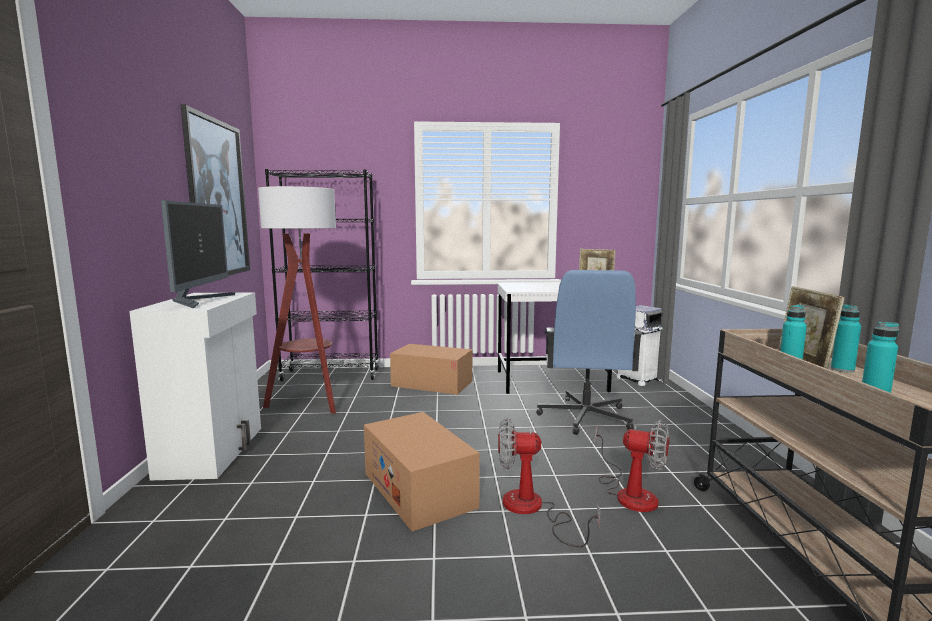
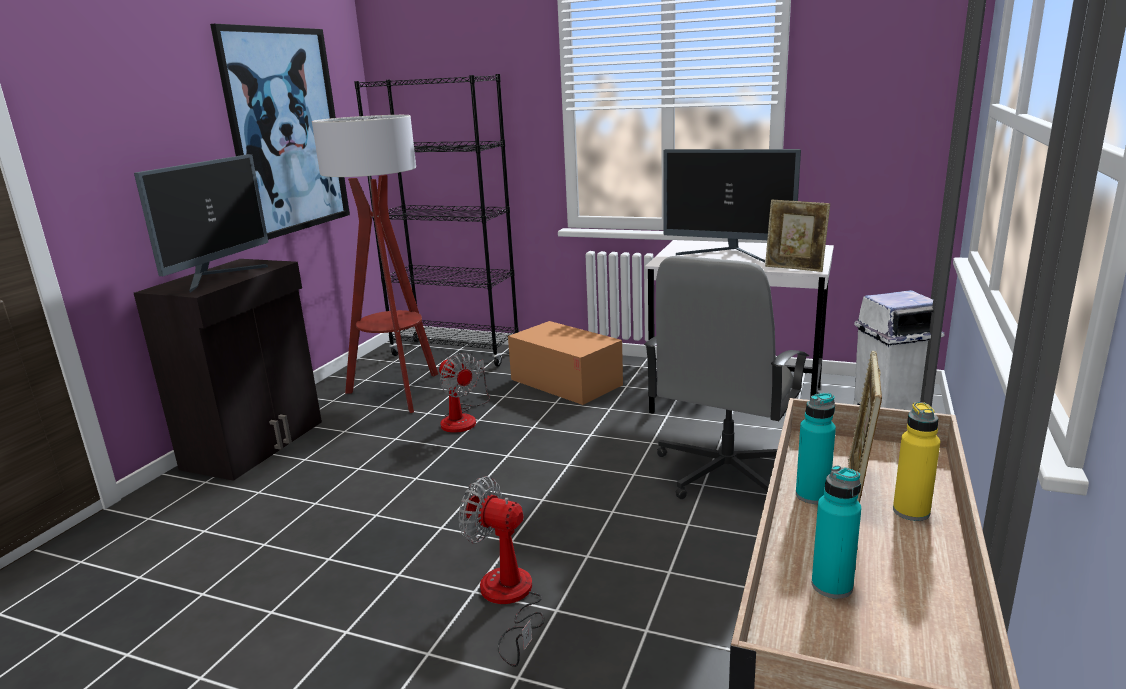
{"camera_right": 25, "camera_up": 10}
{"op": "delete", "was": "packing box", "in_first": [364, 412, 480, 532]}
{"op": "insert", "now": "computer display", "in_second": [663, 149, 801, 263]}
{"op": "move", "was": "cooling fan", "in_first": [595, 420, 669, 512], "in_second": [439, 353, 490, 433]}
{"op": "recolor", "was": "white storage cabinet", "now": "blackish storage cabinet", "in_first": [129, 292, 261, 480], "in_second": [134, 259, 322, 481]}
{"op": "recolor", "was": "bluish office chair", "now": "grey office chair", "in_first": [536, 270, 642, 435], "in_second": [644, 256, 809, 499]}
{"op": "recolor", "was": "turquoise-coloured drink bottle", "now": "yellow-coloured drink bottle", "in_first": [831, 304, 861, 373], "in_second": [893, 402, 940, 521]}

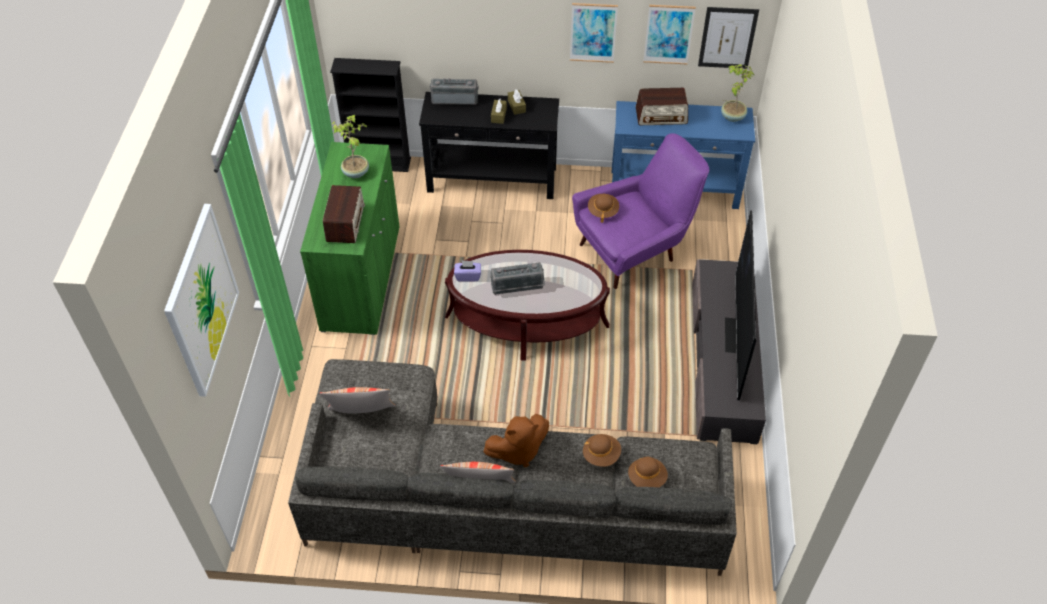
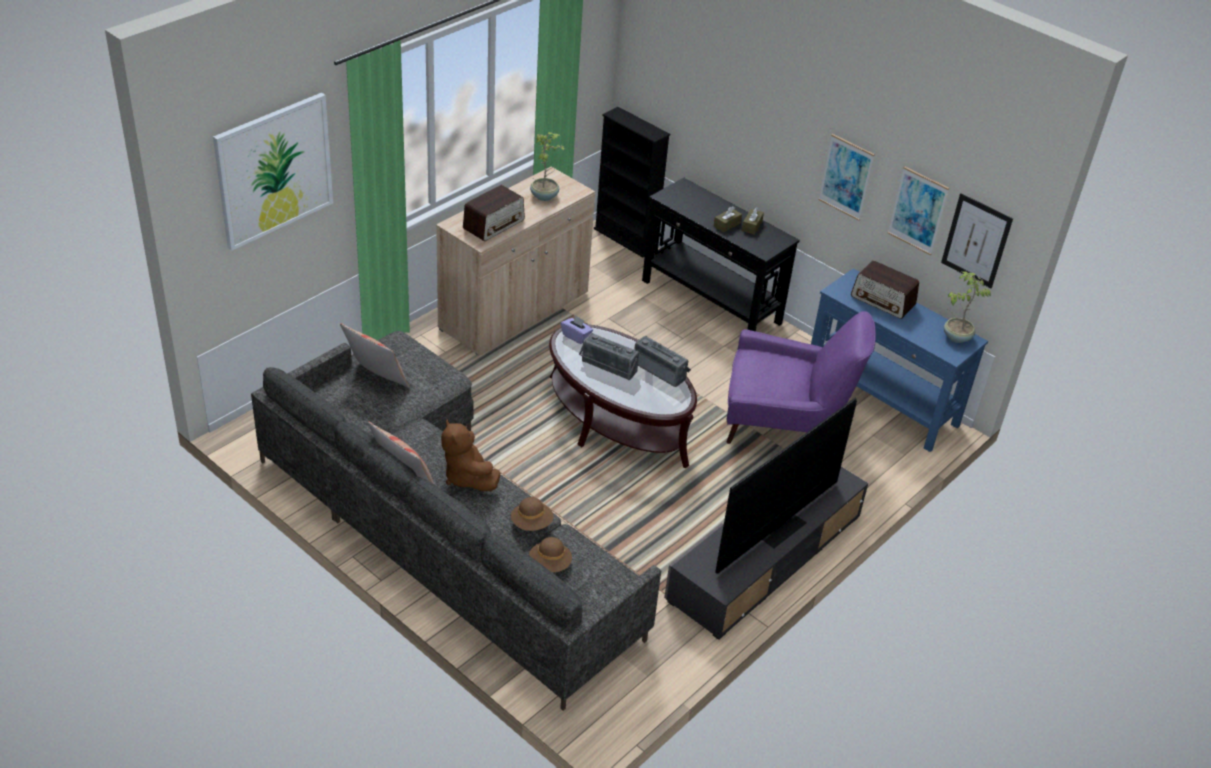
{"camera_right": 35, "camera_up": -10}
{"op": "delete", "was": "brown hat", "in_first": [588, 194, 619, 223]}
{"op": "move", "was": "radio receiver", "in_first": [430, 78, 479, 105], "in_second": [634, 336, 691, 387]}
{"op": "recolor", "was": "green-coloured storage cabinet", "now": "beige storage cabinet", "in_first": [300, 142, 400, 335], "in_second": [436, 167, 595, 356]}
{"op": "rotate", "was": "brown plush toy", "in_first": [483, 414, 549, 467], "in_second": [441, 420, 500, 491], "clockwise": 45}

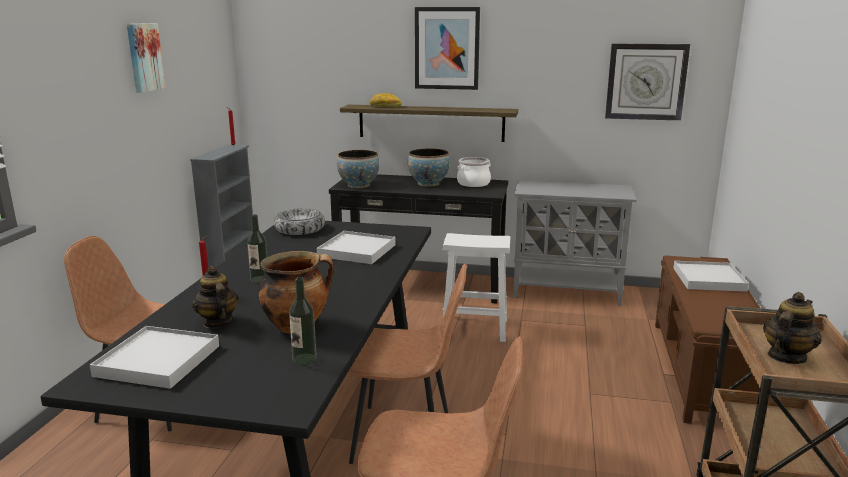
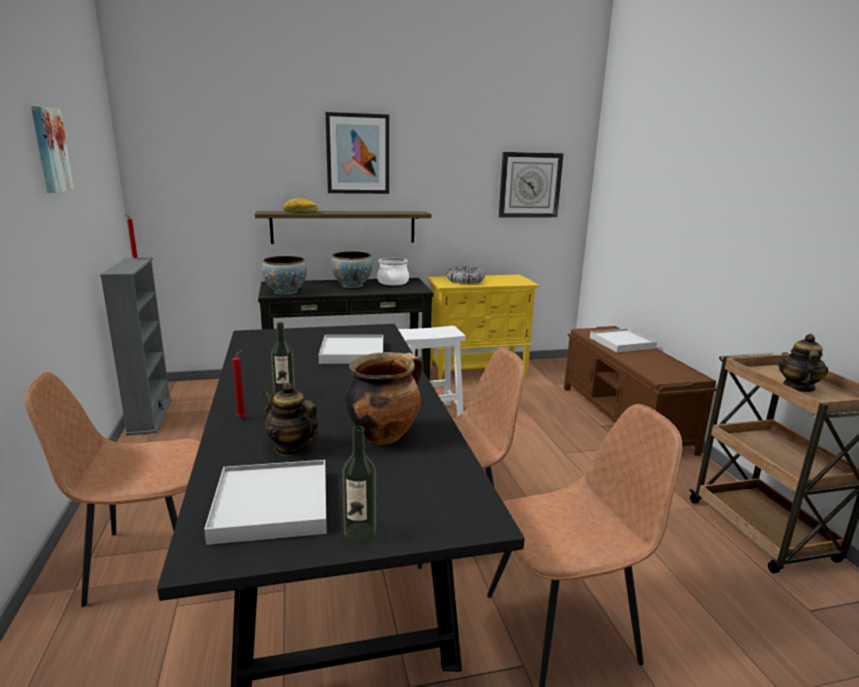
{"camera_right": -25, "camera_up": 0}
{"op": "move", "was": "deep dish", "in_first": [274, 208, 325, 235], "in_second": [446, 266, 485, 284]}
{"op": "move", "was": "drink bottle", "in_first": [289, 277, 317, 365], "in_second": [342, 426, 376, 542]}
{"op": "recolor", "was": "grey storage cabinet", "now": "yellow-coloured storage cabinet", "in_first": [513, 180, 636, 306], "in_second": [427, 275, 539, 380]}

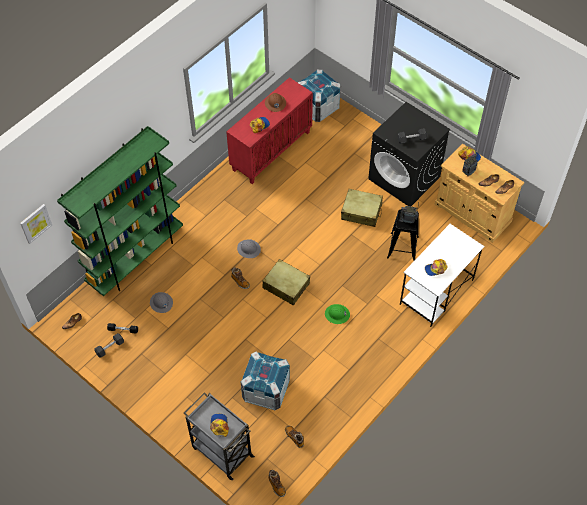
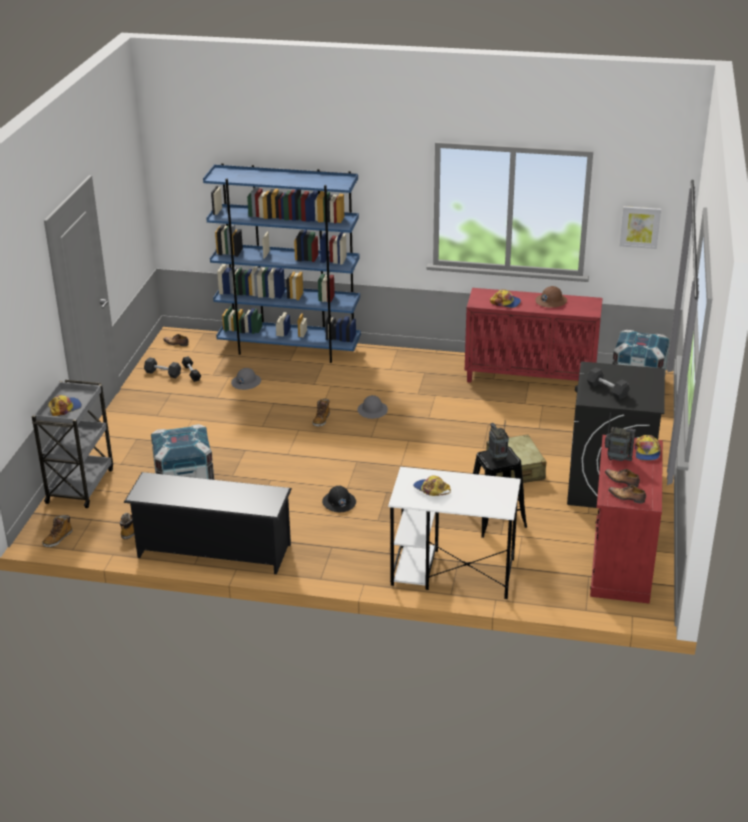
{"camera_right": 60, "camera_up": -25}
{"op": "delete", "was": "beige travel case", "in_first": [262, 259, 310, 306]}
{"op": "insert", "now": "blackish shoe rack", "in_second": [124, 472, 292, 574]}
{"op": "move", "was": "picture", "in_first": [20, 204, 52, 244], "in_second": [620, 206, 661, 249]}
{"op": "recolor", "was": "green-coloured bookshelf", "now": "bluish bookshelf", "in_first": [57, 126, 183, 296], "in_second": [203, 163, 361, 363]}
{"op": "recolor", "was": "green-coloured hard hat", "now": "blackish hard hat", "in_first": [325, 304, 350, 324], "in_second": [322, 486, 356, 512]}
{"op": "recolor", "was": "beige storage cabinet", "now": "reddish storage cabinet", "in_first": [434, 144, 525, 243], "in_second": [590, 435, 663, 603]}

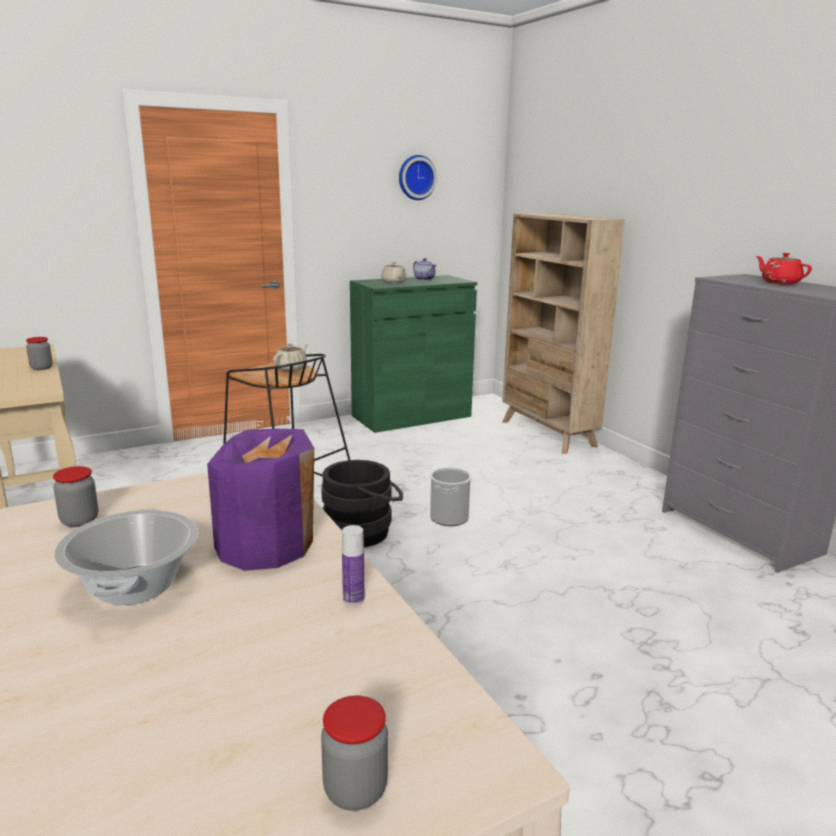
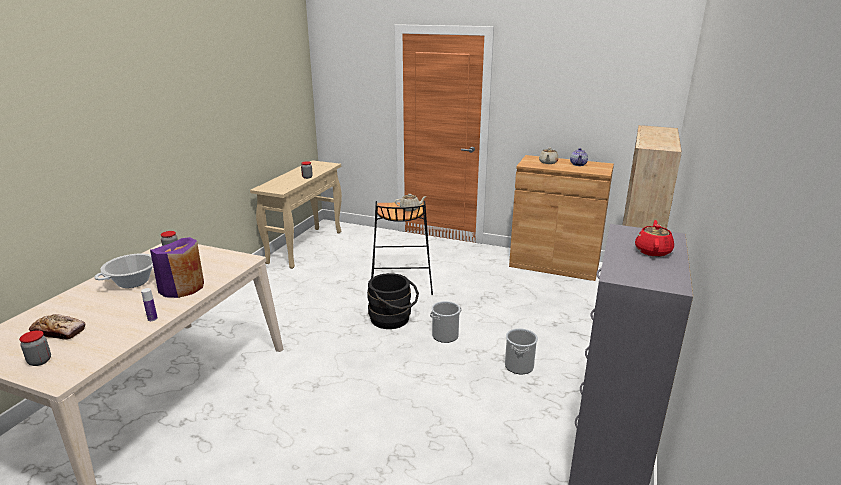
{"camera_right": 50, "camera_up": 5}
{"op": "delete", "was": "hanging clock", "in_first": [399, 155, 437, 200]}
{"op": "insert", "now": "bakery bread", "in_second": [29, 314, 85, 340]}
{"op": "insert", "now": "pail", "in_second": [505, 328, 538, 374]}
{"op": "recolor", "was": "green-coloured storage cabinet", "now": "brown storage cabinet", "in_first": [350, 275, 477, 433], "in_second": [509, 155, 614, 281]}

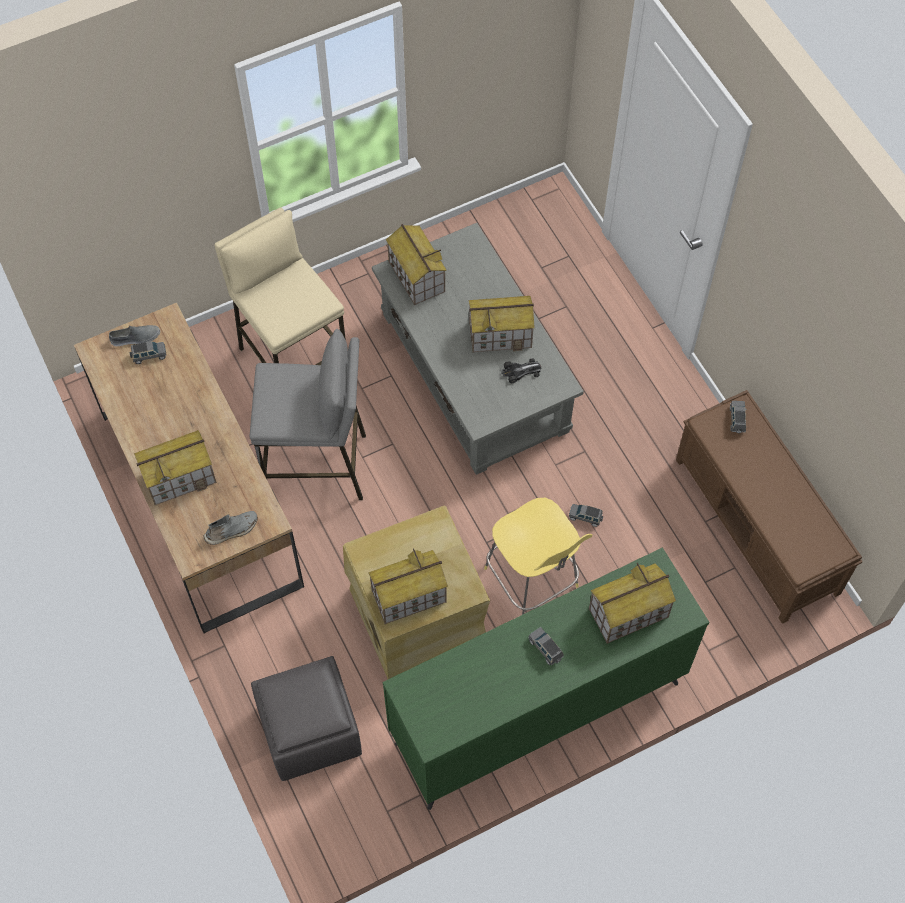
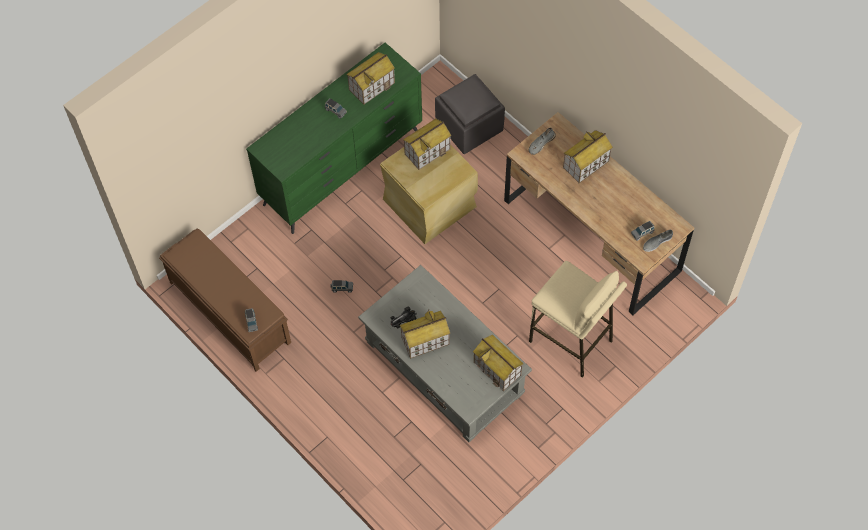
{"camera_right": 165, "camera_up": 0}
{"op": "delete", "was": "grey stool", "in_first": [250, 329, 366, 500]}
{"op": "delete", "was": "yellow-coloured stool", "in_first": [484, 498, 593, 615]}
{"op": "move", "was": "model house", "in_first": [589, 563, 676, 644], "in_second": [346, 52, 395, 105]}

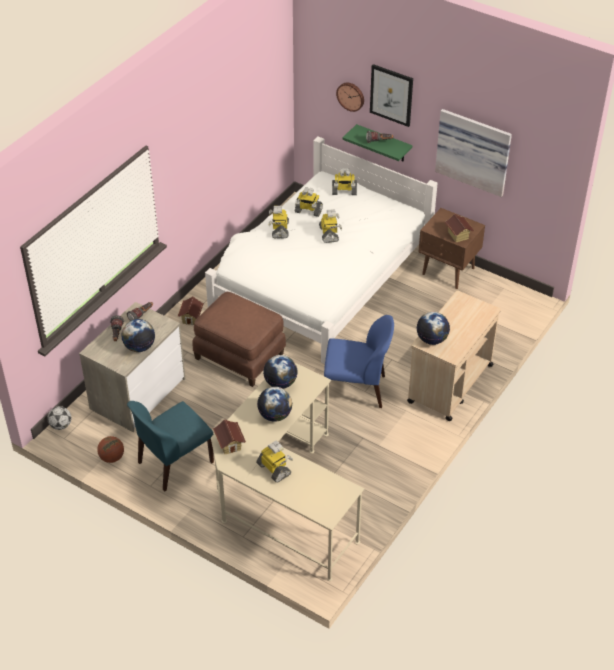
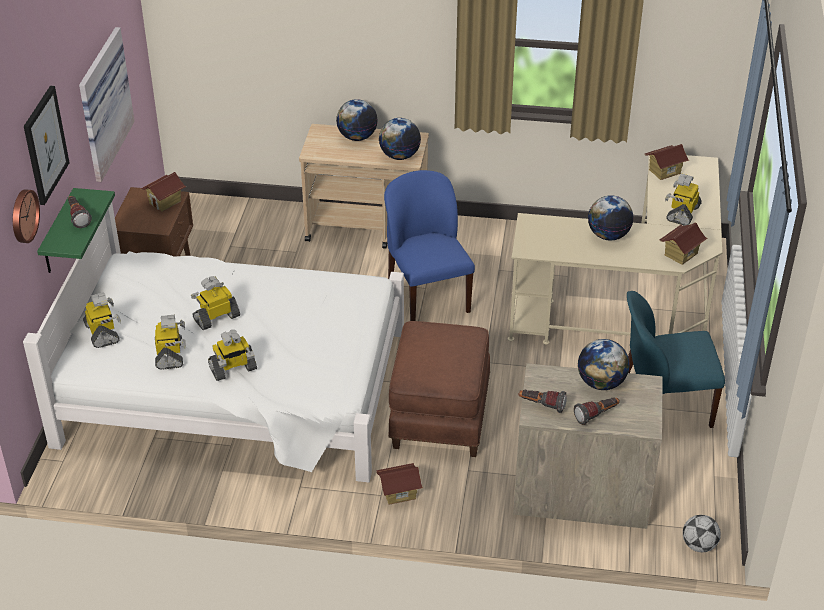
{"camera_right": -115, "camera_up": -5}
{"op": "delete", "was": "basketball", "in_first": [97, 436, 124, 463]}
{"op": "insert", "now": "model house", "in_second": [645, 144, 689, 180]}
{"op": "move", "was": "world globe", "in_first": [263, 355, 298, 389], "in_second": [336, 99, 378, 141]}
{"op": "rotate", "was": "bluish chair", "in_first": [127, 401, 214, 492], "in_second": [627, 291, 725, 428], "clockwise": 150}

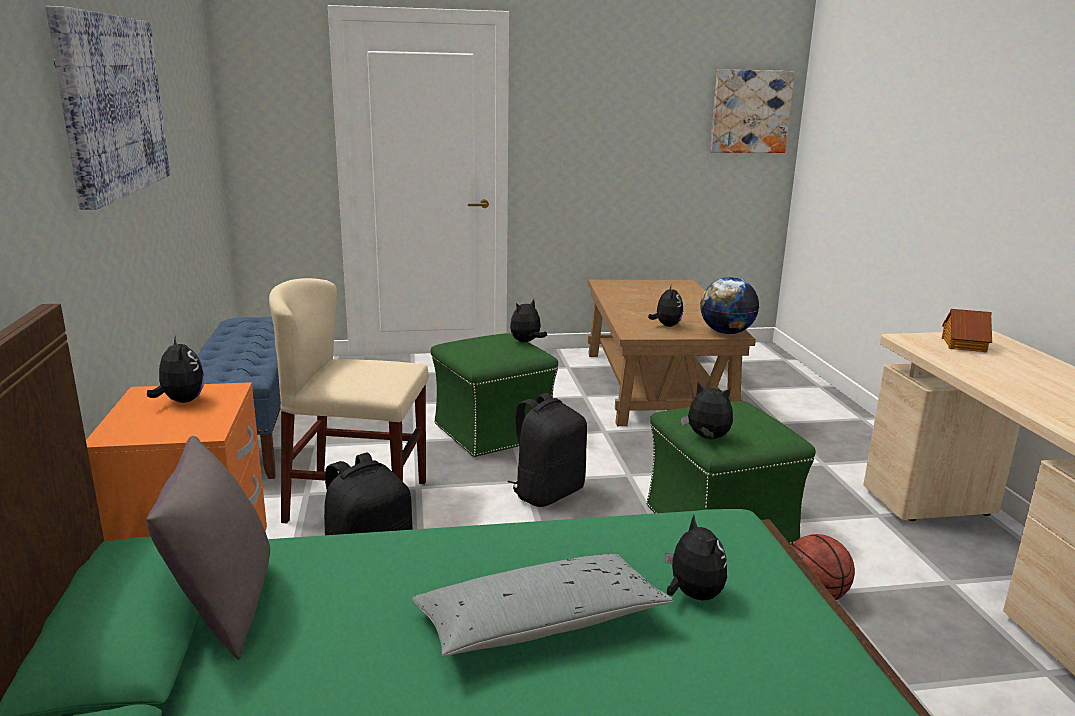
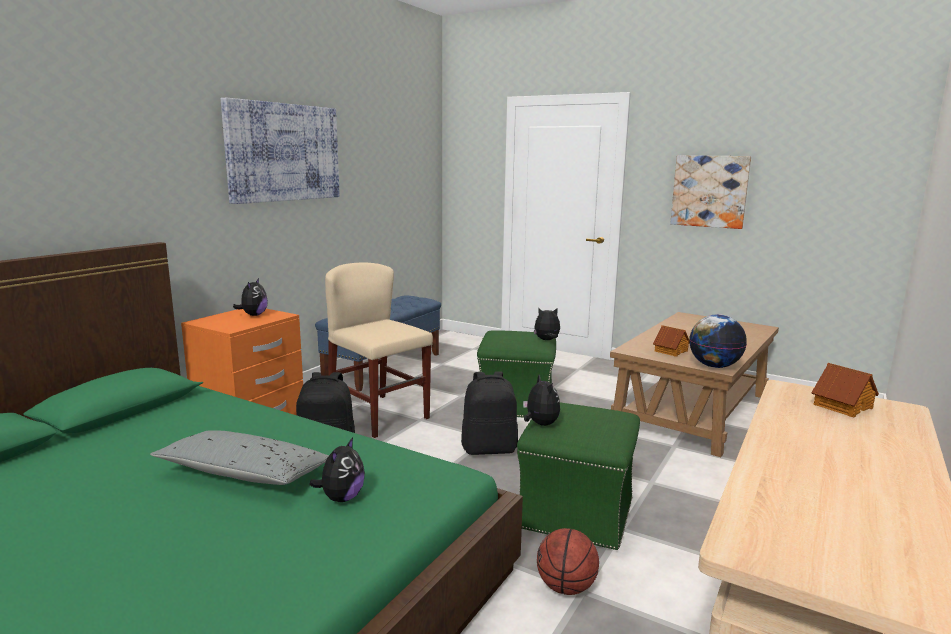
{"camera_right": 40, "camera_up": -5}
{"op": "delete", "was": "grey pillow", "in_first": [146, 436, 270, 660]}
{"op": "move", "was": "picture", "in_first": [710, 69, 795, 153], "in_second": [670, 155, 751, 229]}
{"op": "replace", "was": "plush toy", "now": "model house", "in_first": [648, 284, 683, 327], "in_second": [653, 325, 689, 357]}

